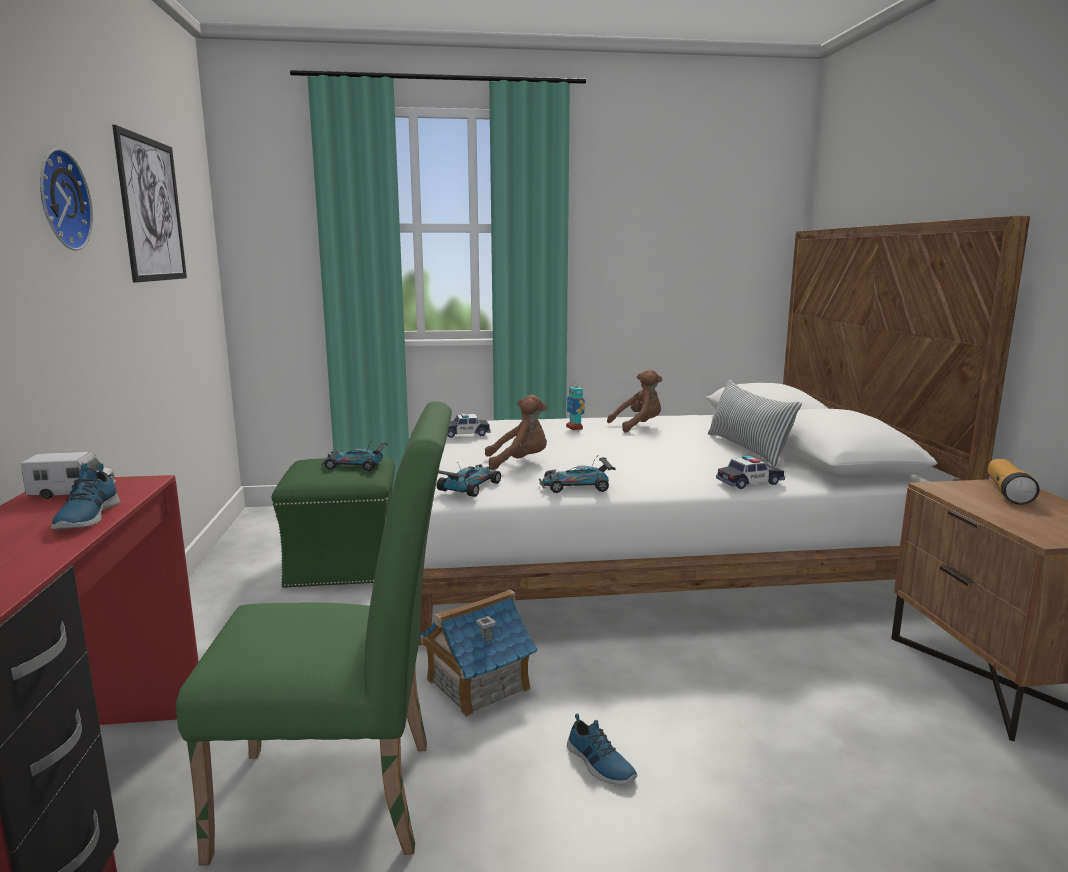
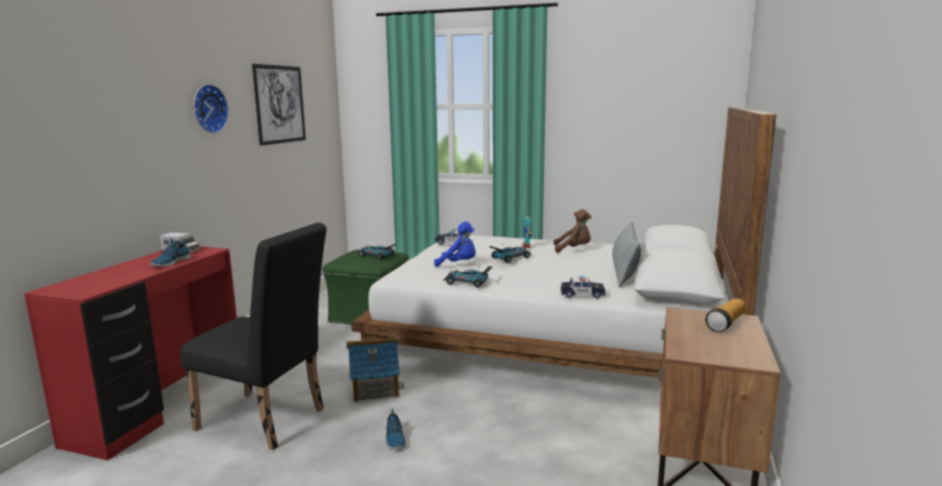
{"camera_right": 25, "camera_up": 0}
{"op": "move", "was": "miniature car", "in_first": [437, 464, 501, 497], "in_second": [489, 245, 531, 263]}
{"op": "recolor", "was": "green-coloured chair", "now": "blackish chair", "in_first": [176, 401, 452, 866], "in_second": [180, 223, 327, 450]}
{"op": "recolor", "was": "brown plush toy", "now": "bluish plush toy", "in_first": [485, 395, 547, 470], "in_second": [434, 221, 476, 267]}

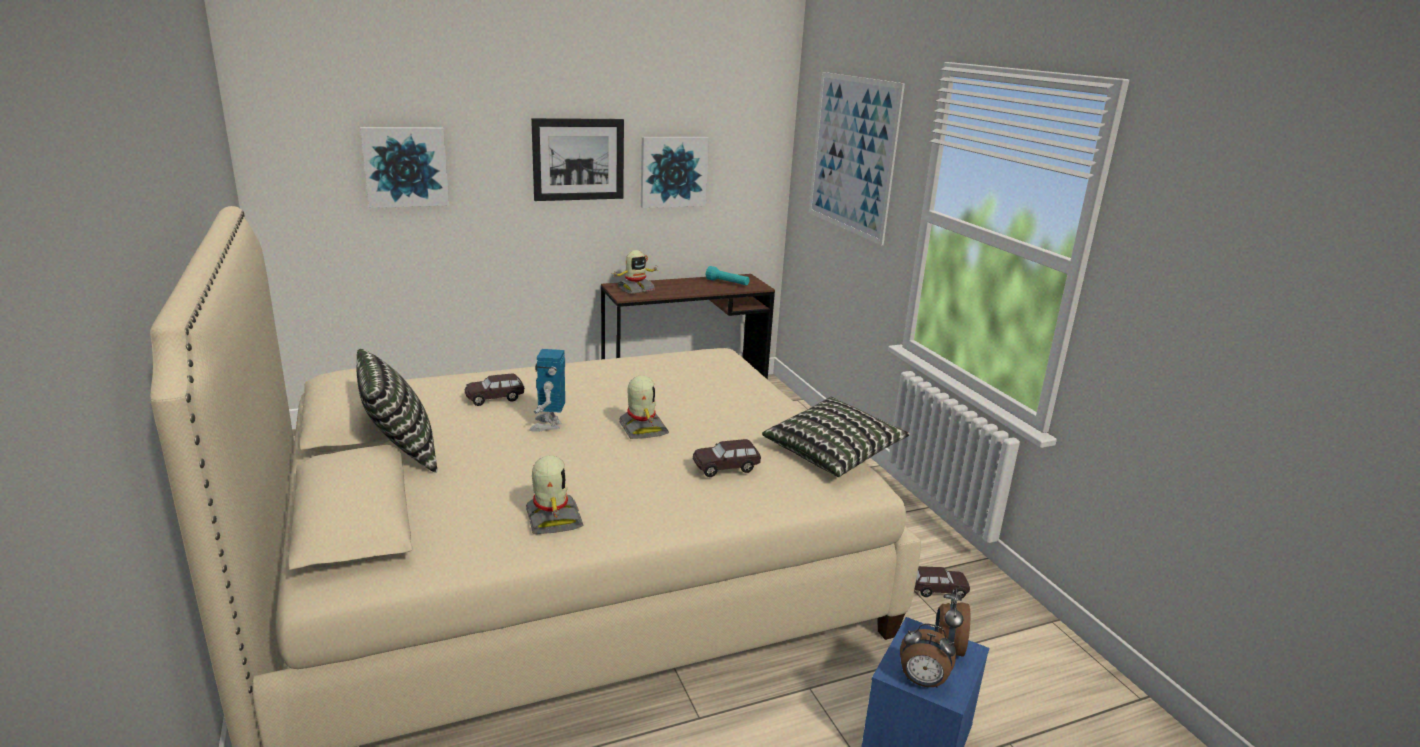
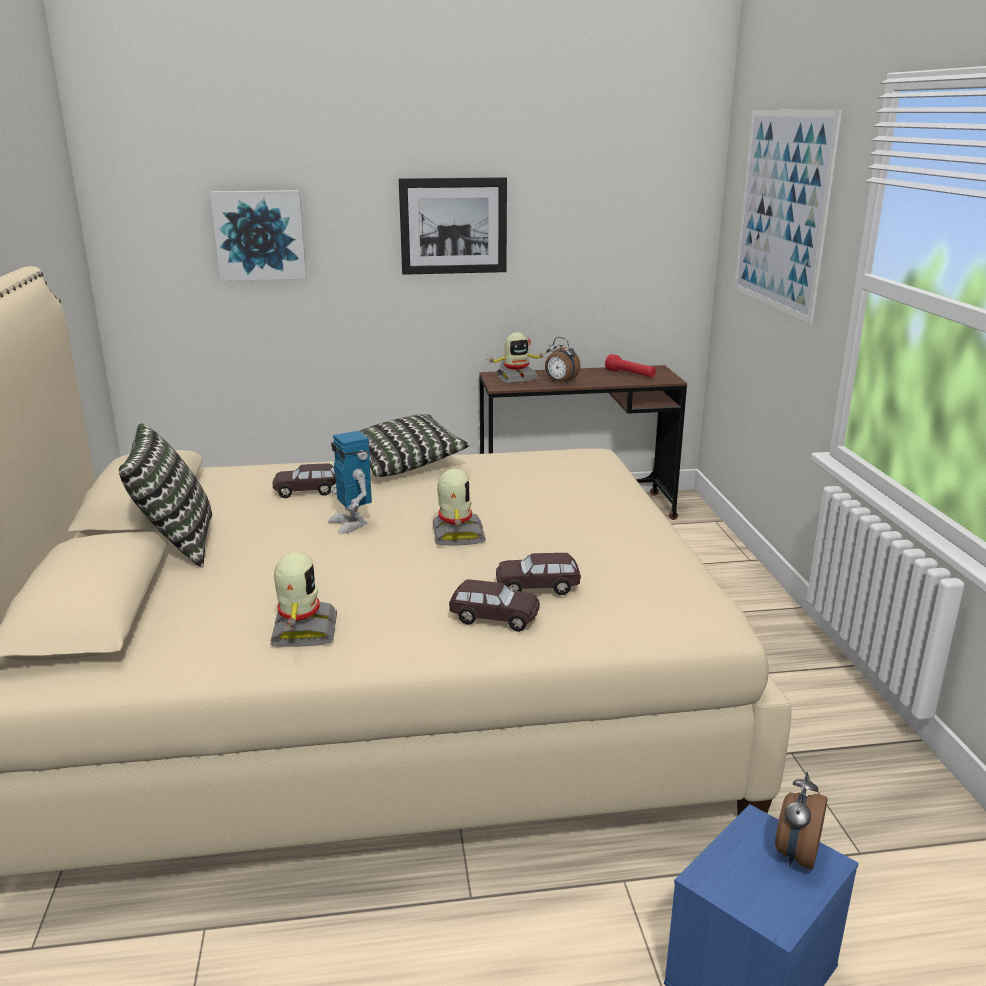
{"camera_right": 15, "camera_up": 0}
{"op": "delete", "was": "picture", "in_first": [641, 137, 709, 208]}
{"op": "move", "was": "pillow", "in_first": [762, 397, 910, 477], "in_second": [359, 414, 470, 477]}
{"op": "move", "was": "bedside clock", "in_first": [900, 623, 956, 688], "in_second": [545, 337, 580, 384]}
{"op": "move", "was": "brown miniature car", "in_first": [915, 566, 970, 598], "in_second": [449, 579, 540, 632]}
{"op": "recolor", "was": "turquoise-coloured torch", "now": "reddish torch", "in_first": [706, 266, 750, 285], "in_second": [605, 354, 656, 377]}
{"op": "rotate", "was": "model robot", "in_first": [529, 349, 565, 432], "in_second": [328, 431, 372, 534], "clockwise": -45}

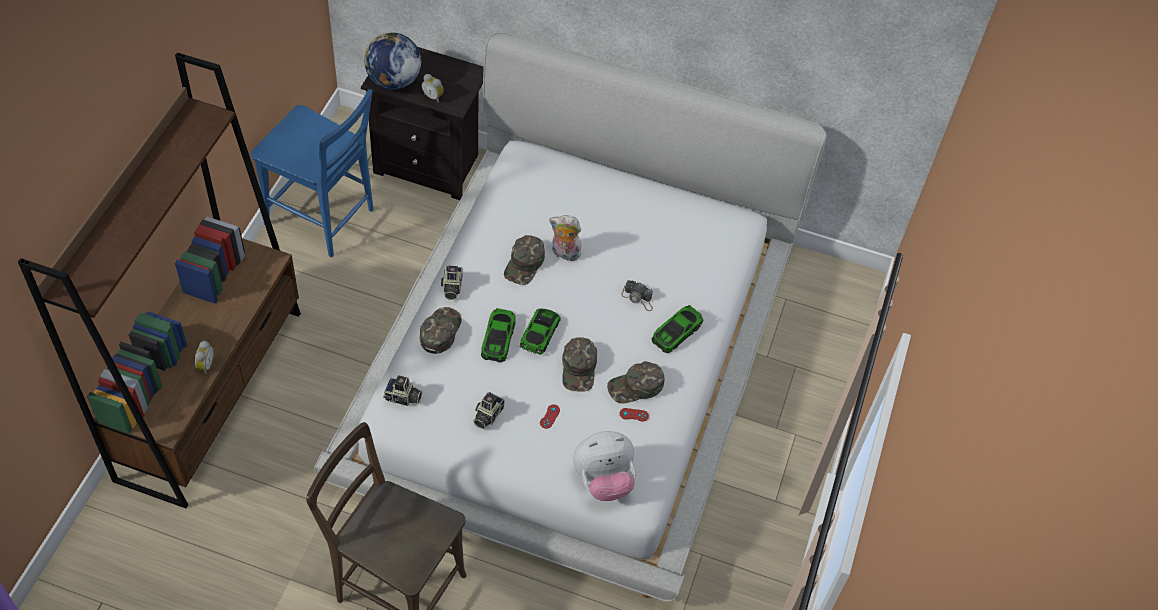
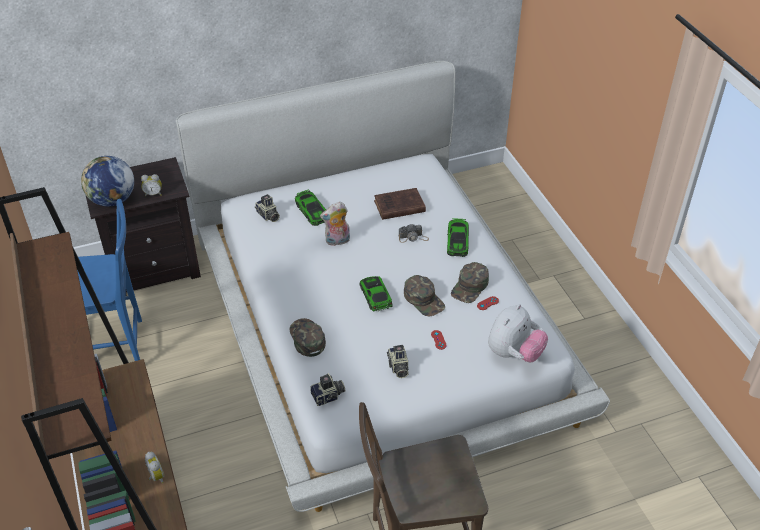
{"camera_right": -35, "camera_up": -10}
{"op": "delete", "was": "green-coloured baseball cap", "in_first": [504, 235, 545, 285]}
{"op": "insert", "now": "brown book", "in_second": [374, 188, 426, 220]}
{"op": "move", "was": "photo camera", "in_first": [441, 265, 463, 300], "in_second": [255, 194, 280, 222]}
{"op": "move", "was": "miniature car", "in_first": [481, 308, 516, 363], "in_second": [295, 189, 326, 226]}

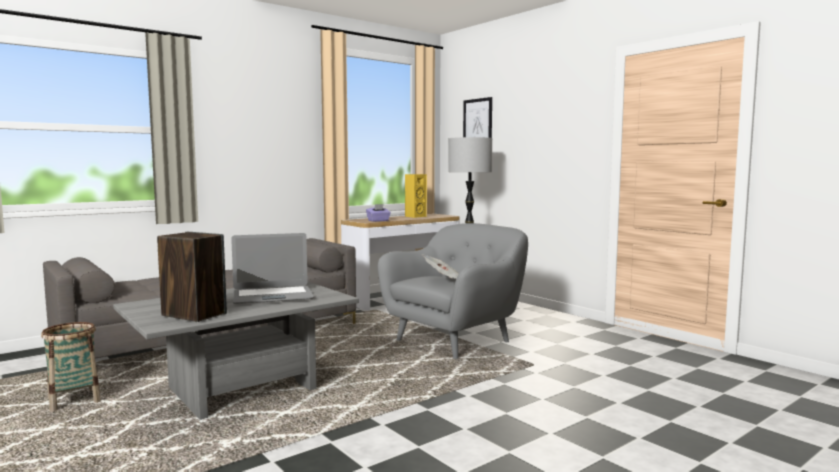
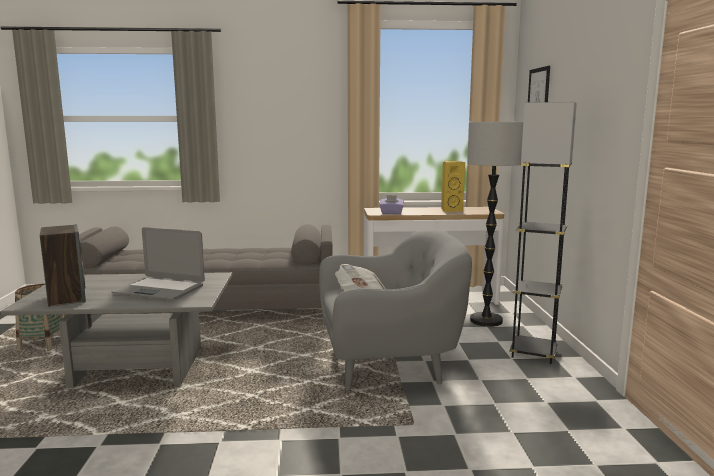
{"camera_right": 35, "camera_up": 5}
{"op": "insert", "now": "blackish floor lamp", "in_second": [509, 102, 577, 364]}

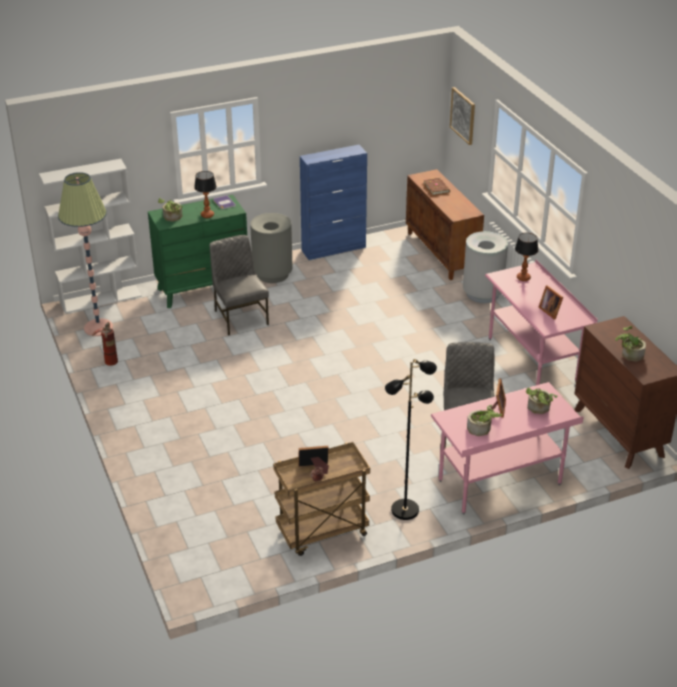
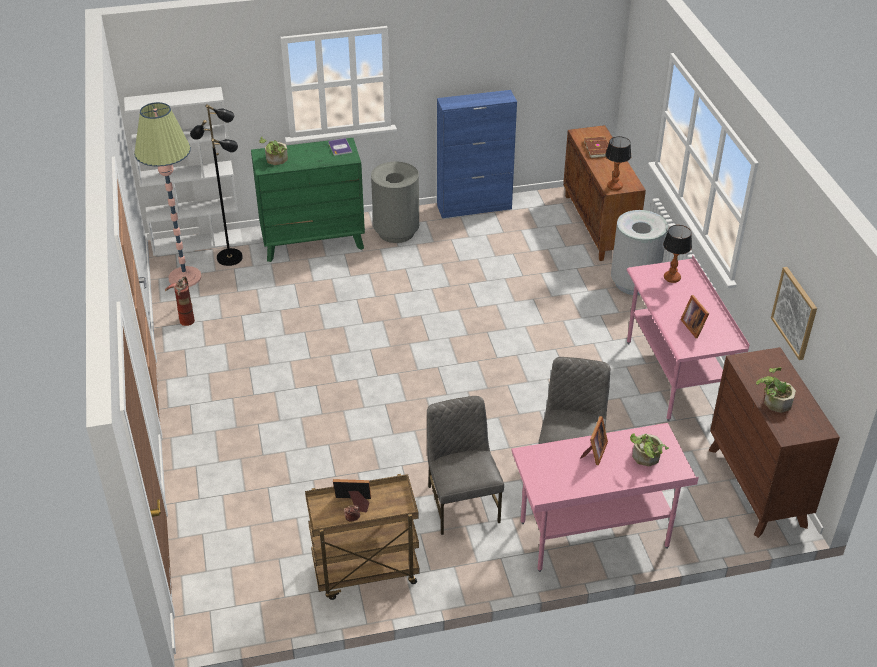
{"camera_right": 10, "camera_up": 5}
{"op": "delete", "was": "potted plant", "in_first": [467, 405, 502, 436]}
{"op": "move", "was": "tabletop lamp", "in_first": [194, 171, 217, 218], "in_second": [605, 136, 631, 191]}
{"op": "move", "was": "grey chair", "in_first": [210, 235, 269, 336], "in_second": [427, 396, 504, 535]}
{"op": "move", "was": "blackish floor lamp", "in_first": [385, 359, 437, 520], "in_second": [190, 104, 243, 266]}
{"op": "move", "was": "picture", "in_first": [450, 87, 475, 145], "in_second": [771, 267, 817, 360]}

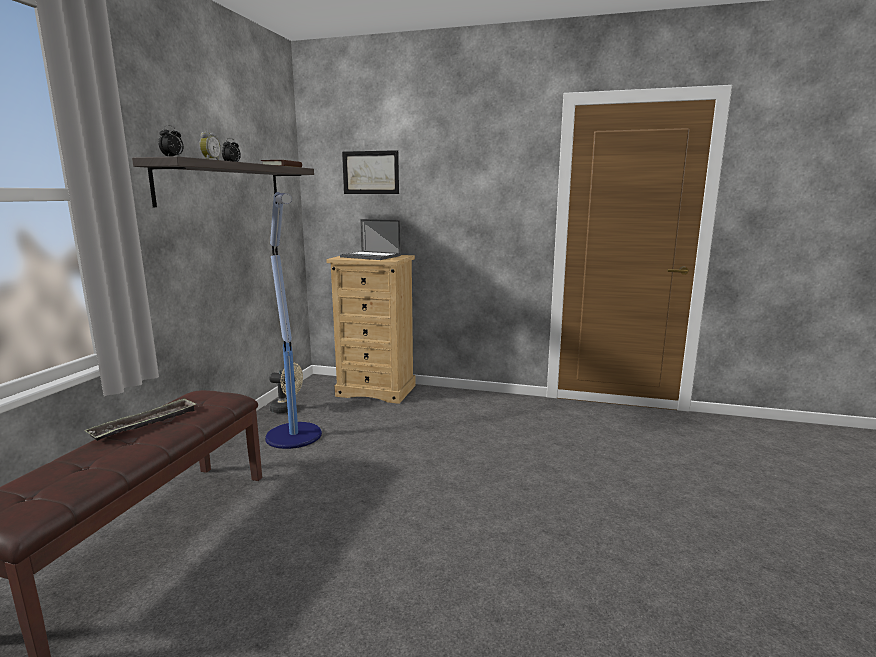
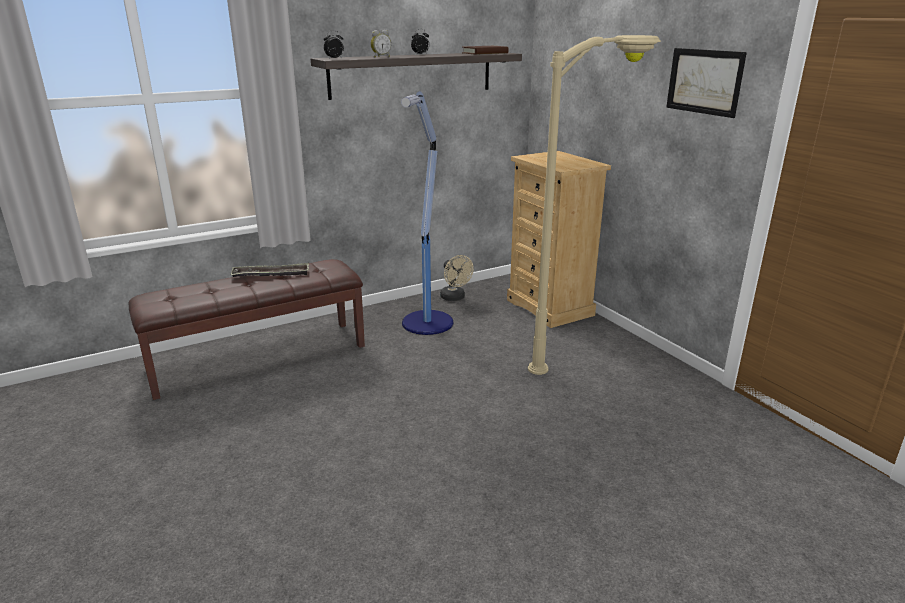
{"camera_right": 45, "camera_up": 10}
{"op": "delete", "was": "notebook computer", "in_first": [340, 219, 401, 260]}
{"op": "insert", "now": "beige floor lamp", "in_second": [528, 35, 661, 375]}
{"op": "move", "was": "picture", "in_first": [342, 150, 399, 194], "in_second": [666, 48, 747, 118]}

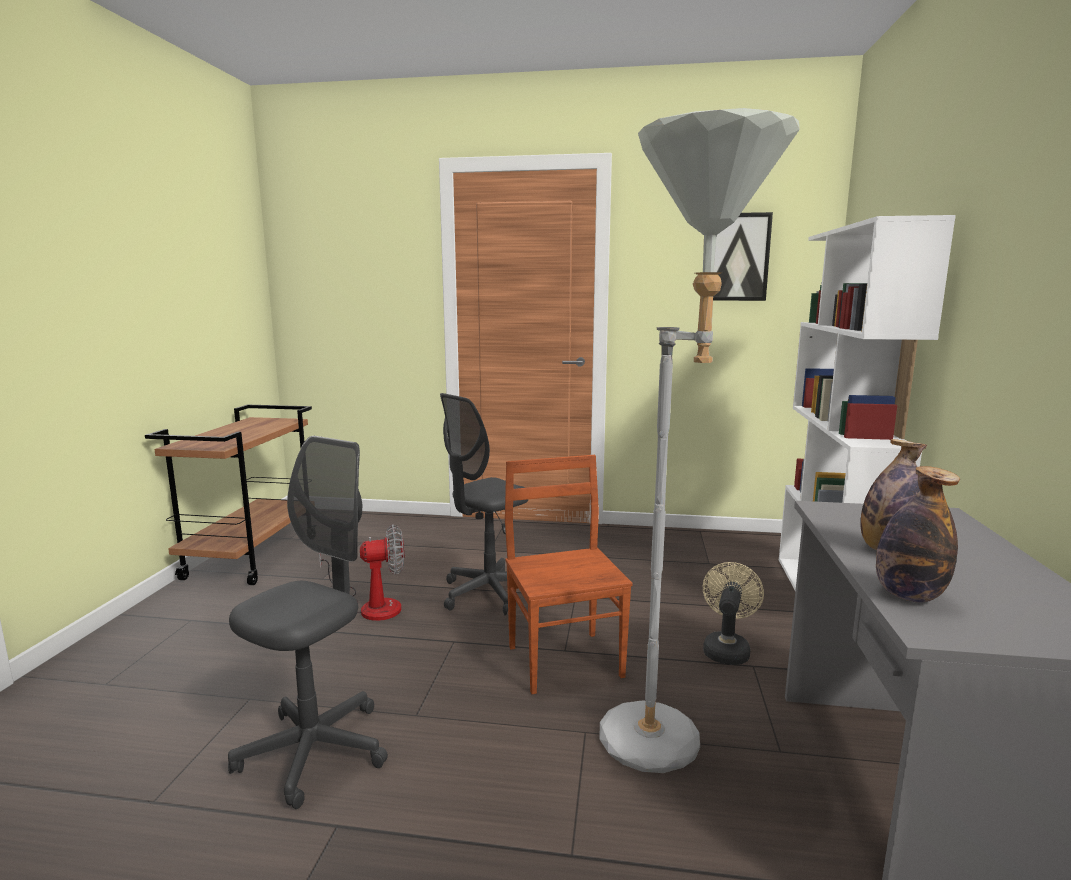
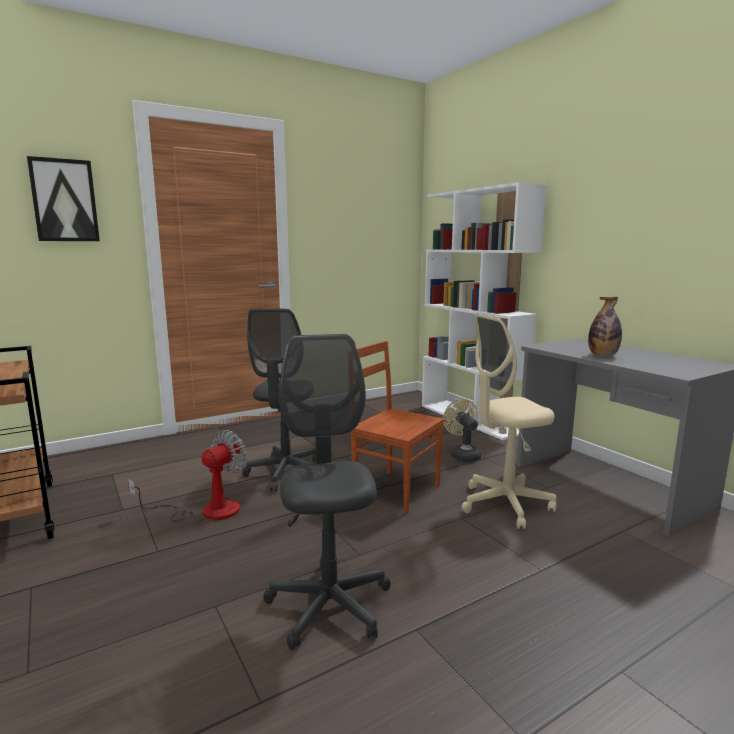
{"camera_right": -40, "camera_up": 0}
{"op": "delete", "was": "drink bottle", "in_first": [876, 466, 960, 603]}
{"op": "move", "was": "picture", "in_first": [713, 212, 773, 301], "in_second": [27, 156, 100, 241]}
{"op": "replace", "was": "grey floor lamp", "now": "beige office chair", "in_first": [599, 108, 800, 773], "in_second": [461, 313, 557, 529]}

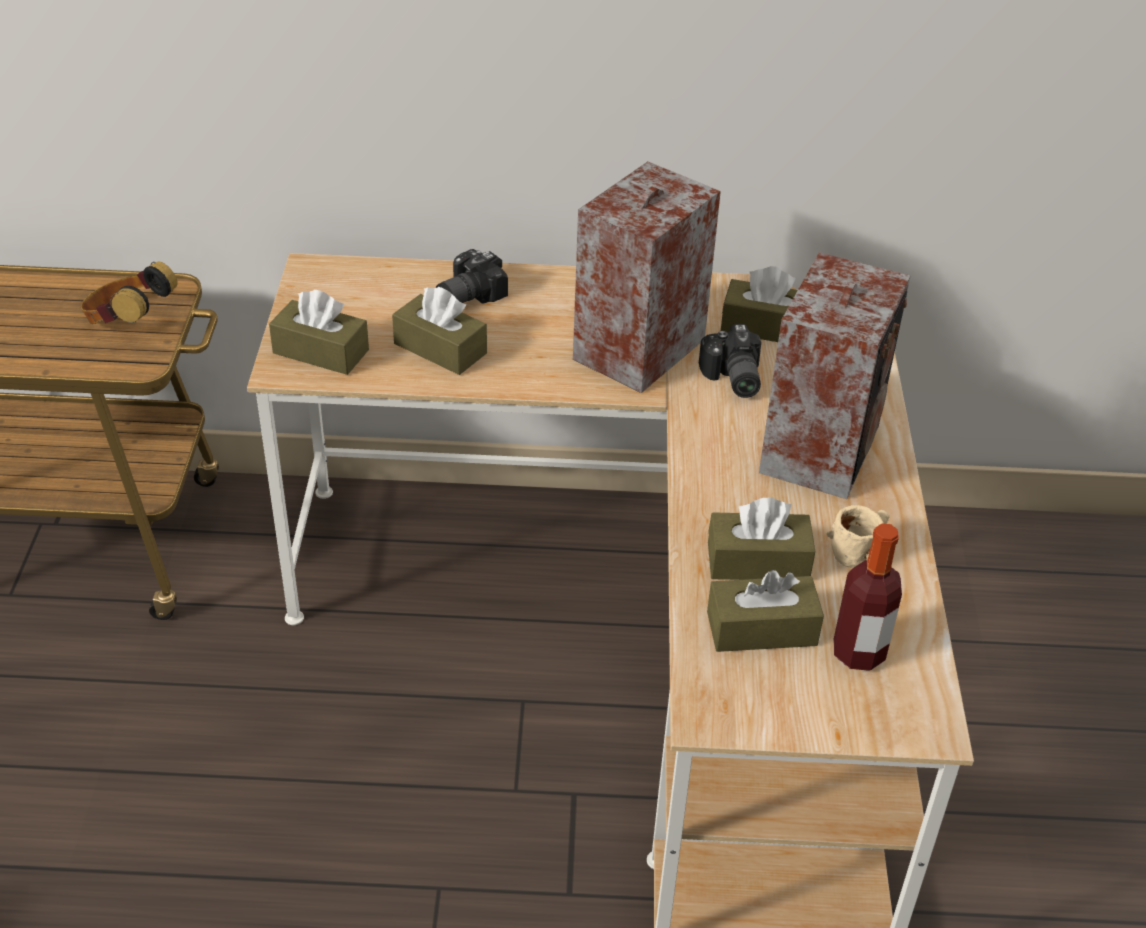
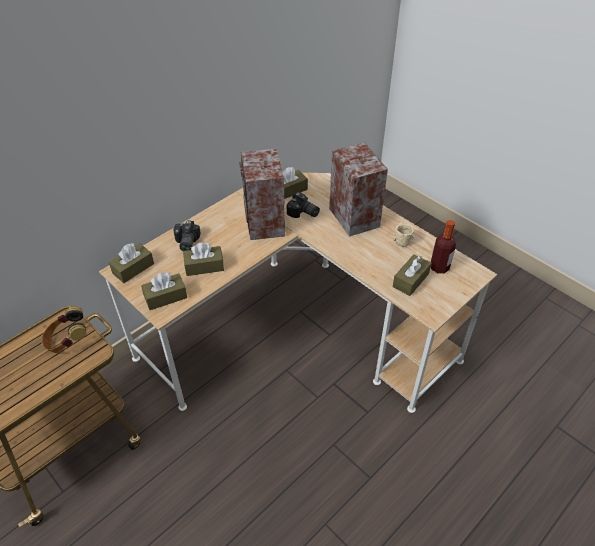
{"camera_right": -45, "camera_up": 5}
{"op": "move", "was": "brown tissue box", "in_first": [708, 497, 815, 580], "in_second": [109, 243, 154, 283]}

